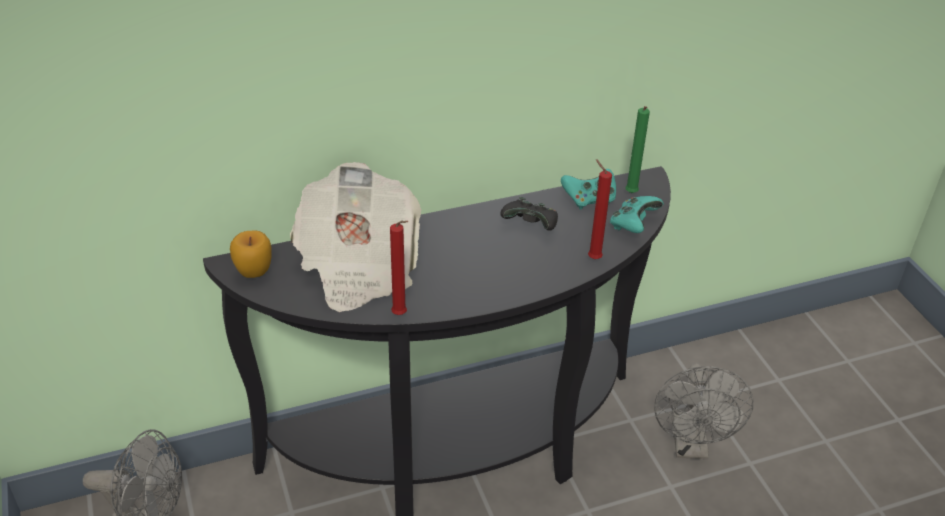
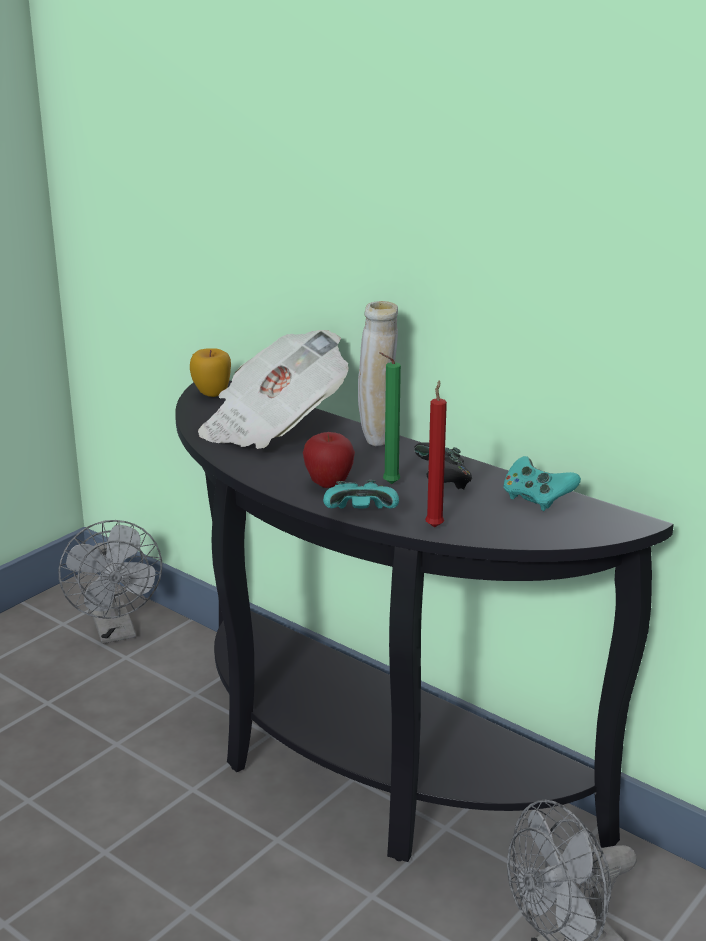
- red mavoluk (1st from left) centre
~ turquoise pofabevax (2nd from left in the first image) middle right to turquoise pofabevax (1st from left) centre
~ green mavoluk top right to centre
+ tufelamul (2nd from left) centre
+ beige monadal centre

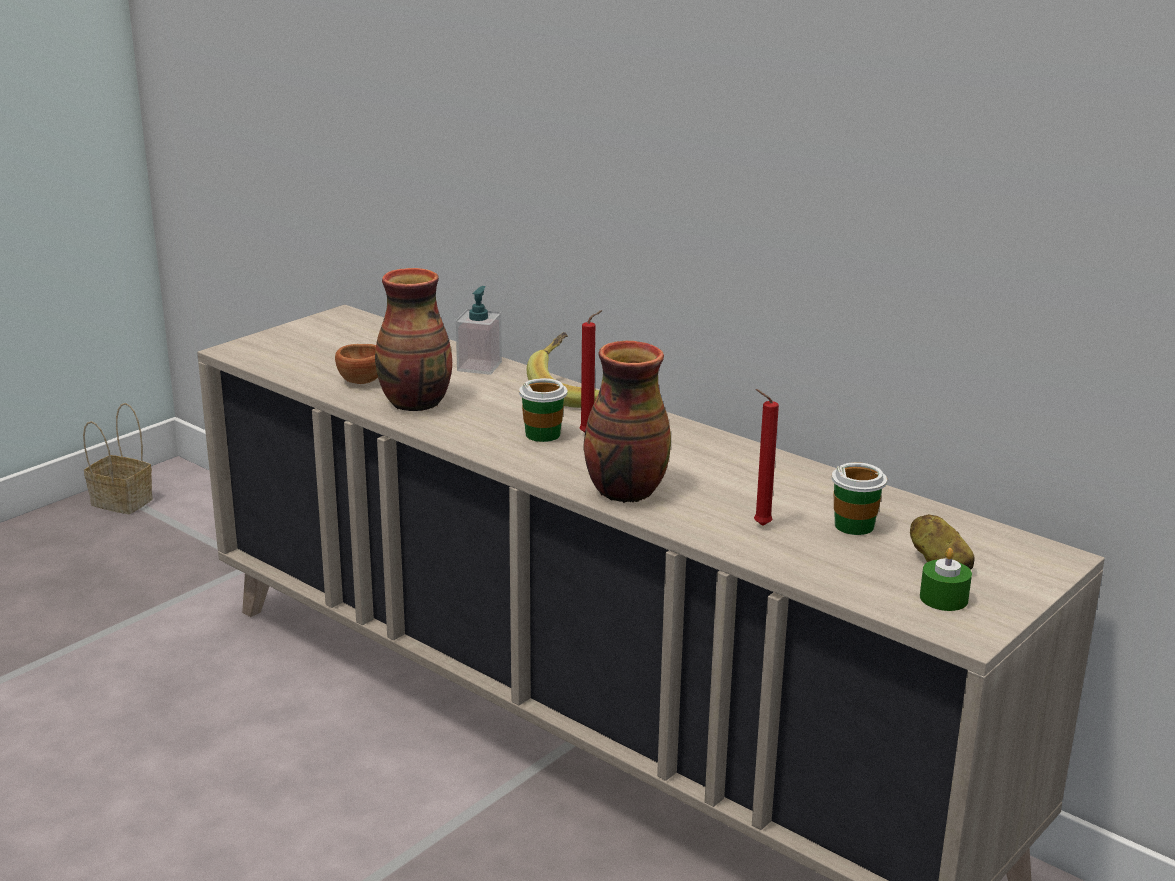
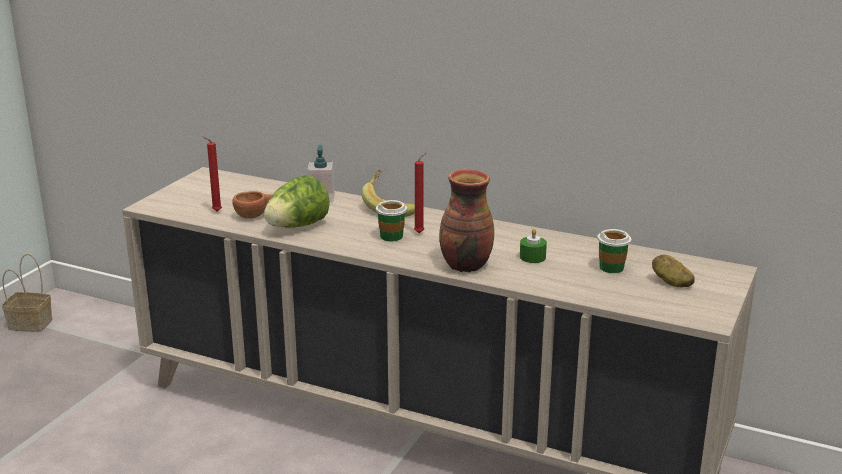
~ monadal (1st from left) centre to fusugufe centre
~ red mavoluk (2nd from left in the first image) centre to red mavoluk (1st from left) middle left
~ green mavoluk middle right to centre

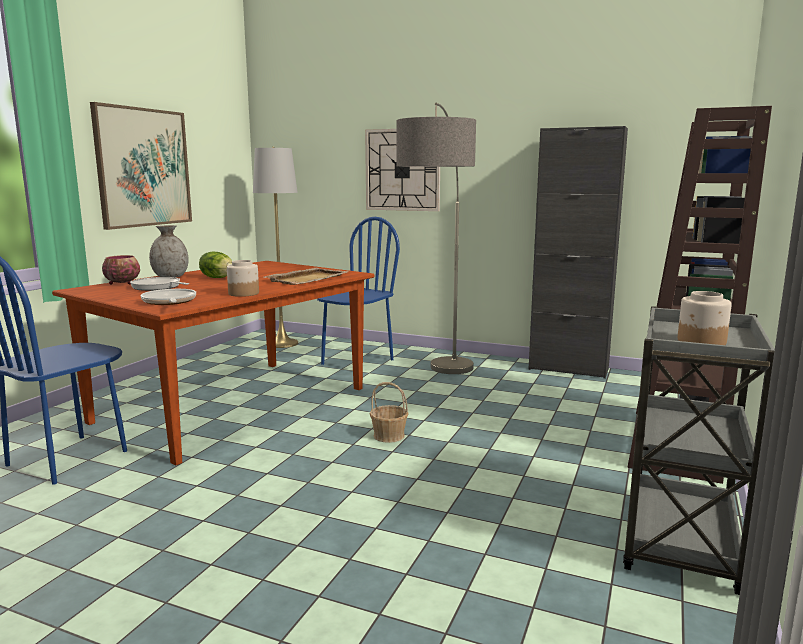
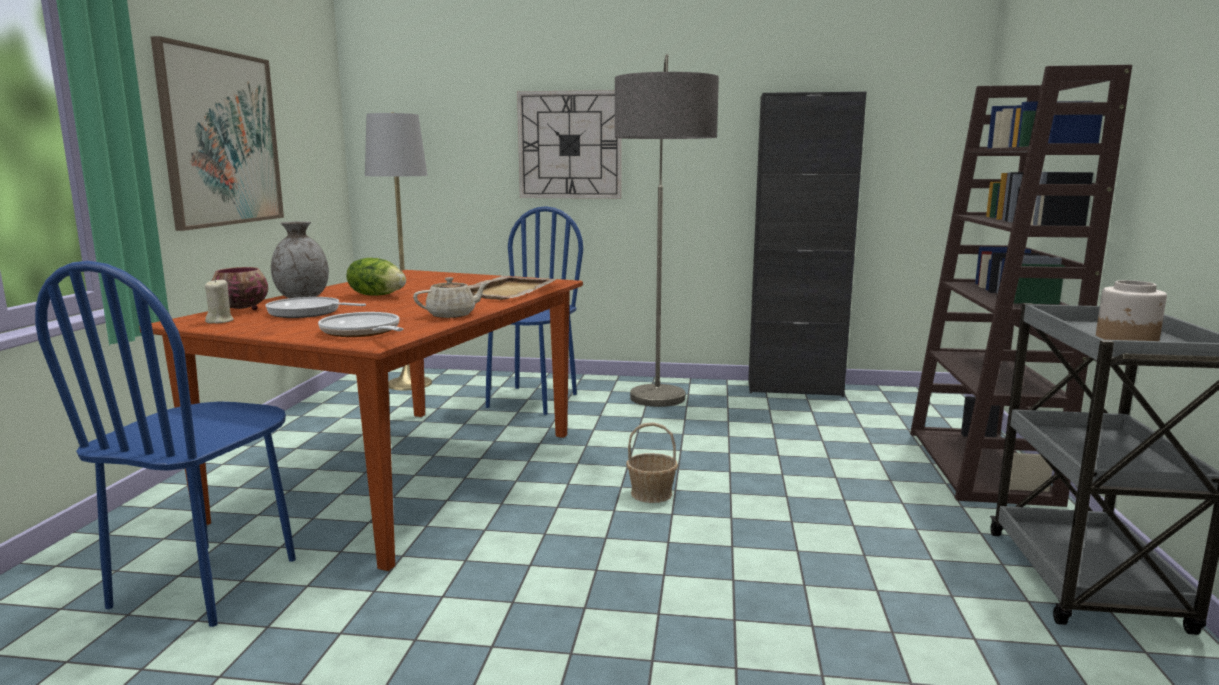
~ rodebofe (1st from left) middle left to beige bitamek centre
+ beige mavoluk middle left

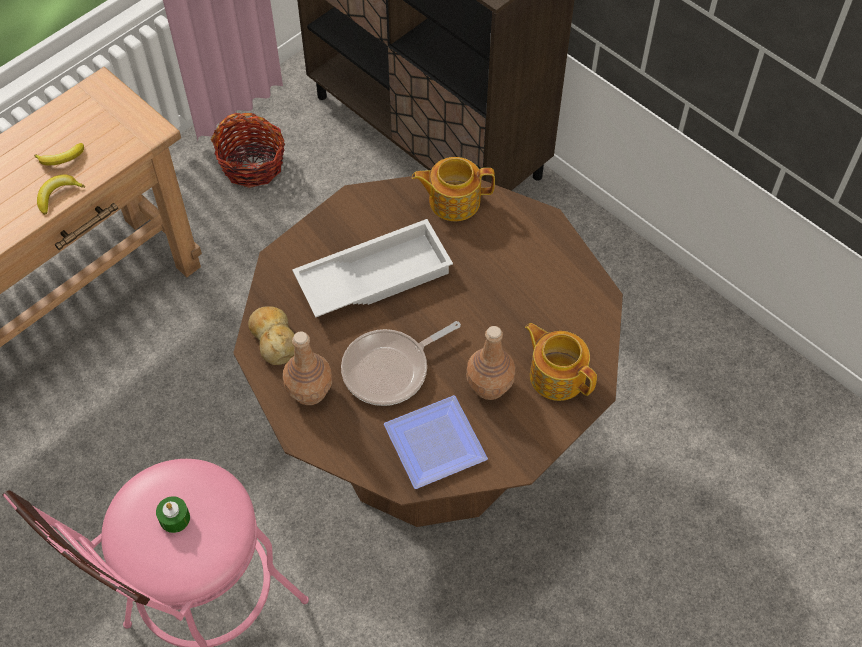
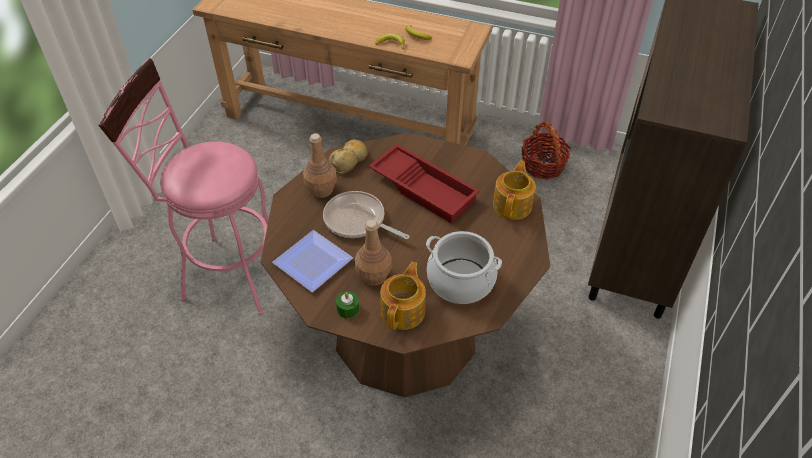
~ green mavoluk bottom left to centre
~ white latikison centre to red latikison centre
~ bitamek (1st from left in the first image) top centre = centre 45 degrees clockwise
+ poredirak centre

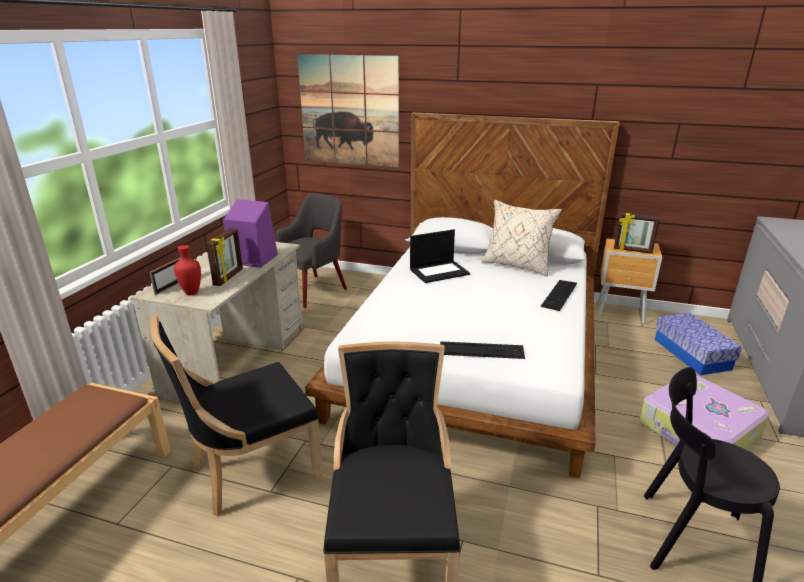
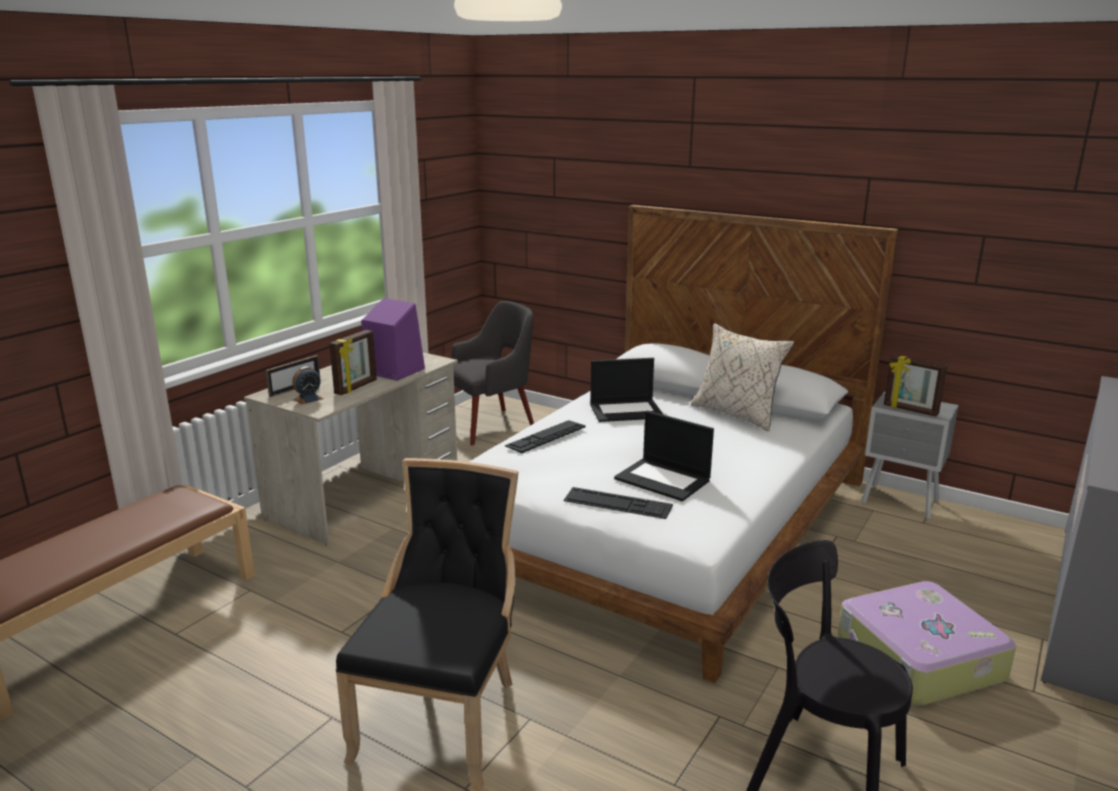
- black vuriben (1st from left) bottom left
~ red monadal middle left to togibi middle left
- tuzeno top centre
~ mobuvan (2nd from left in the first image) middle right to mobuvan (1st from left) centre
~ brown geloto middle right to grey geloto middle right
- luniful middle right
+ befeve (2nd from left) centre

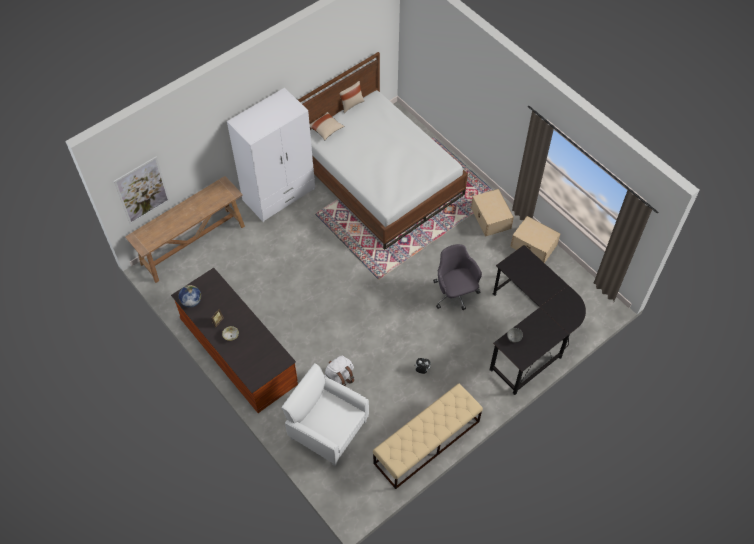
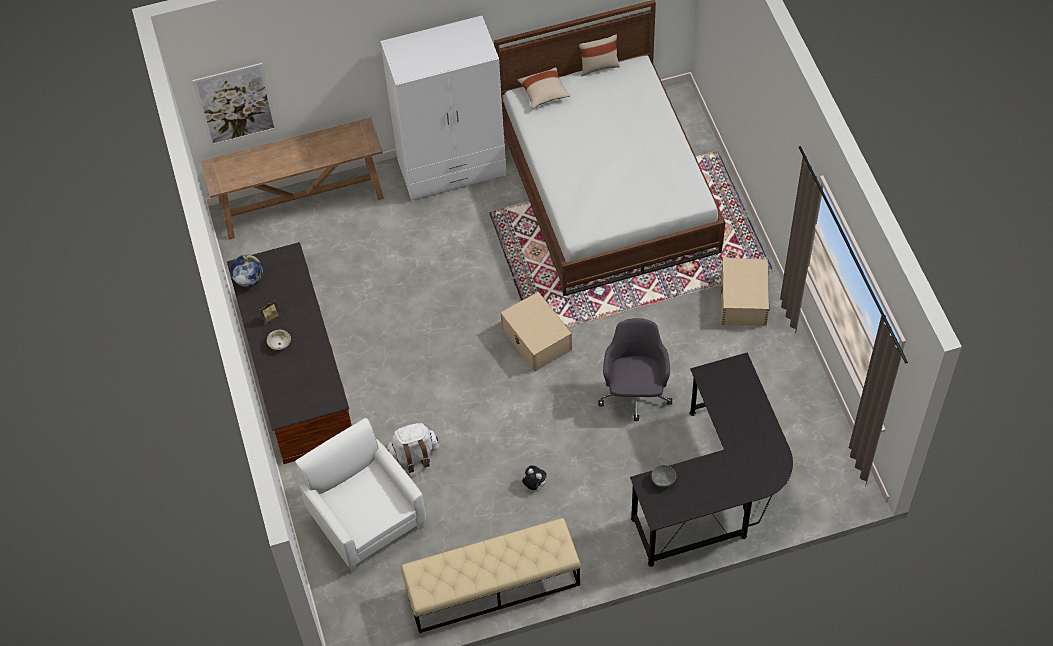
~ beige luniful (2nd from left in the first image) middle right to beige luniful (1st from left) centre

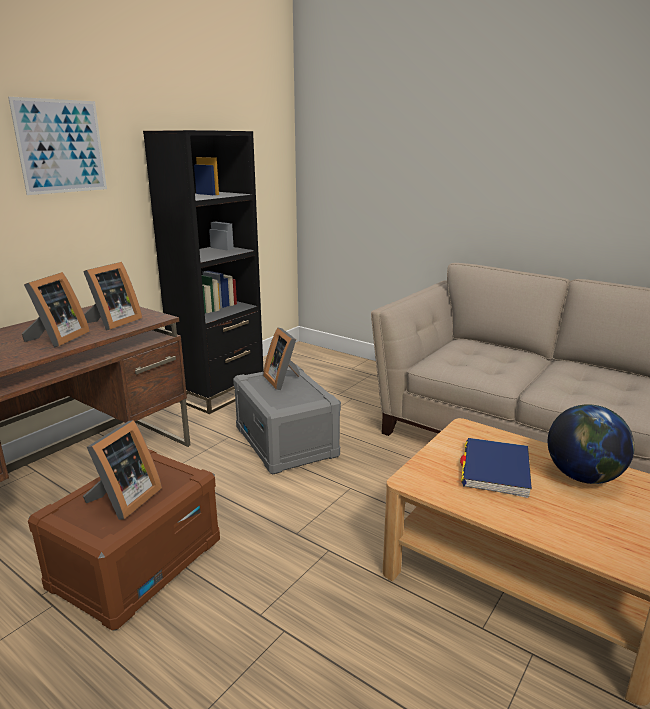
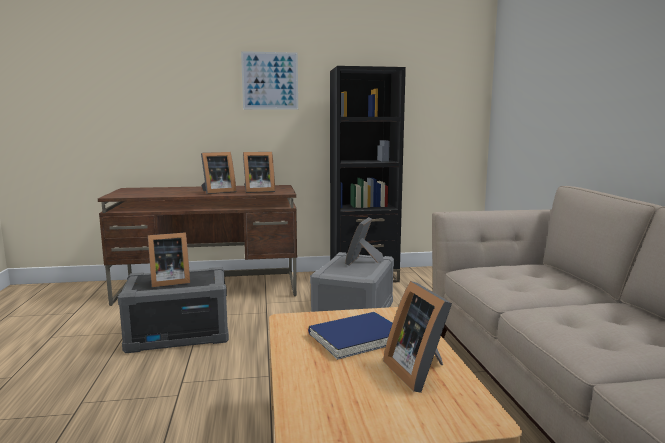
~ brown luniful bottom left to grey luniful (1st from left) bottom left
~ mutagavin middle right to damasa (5th from left) bottom centre

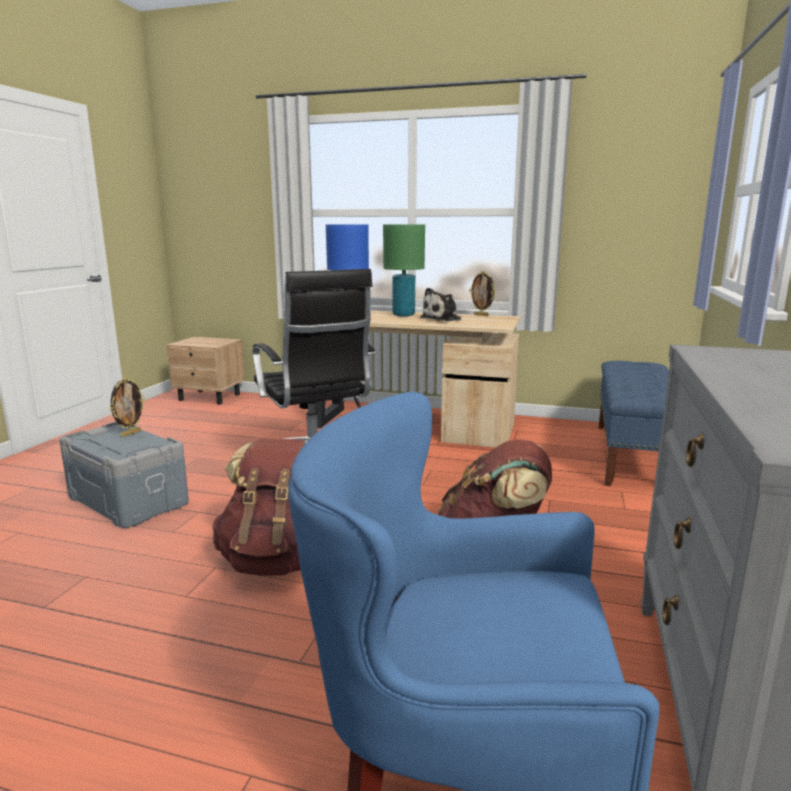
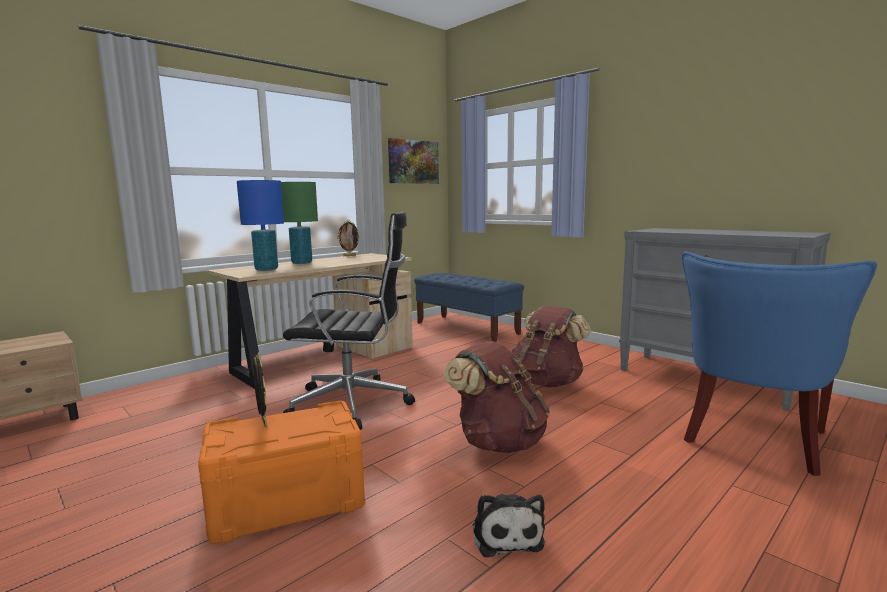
~ grey luniful middle left to orange luniful bottom left
~ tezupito centre to bottom centre
+ tuzeno top centre

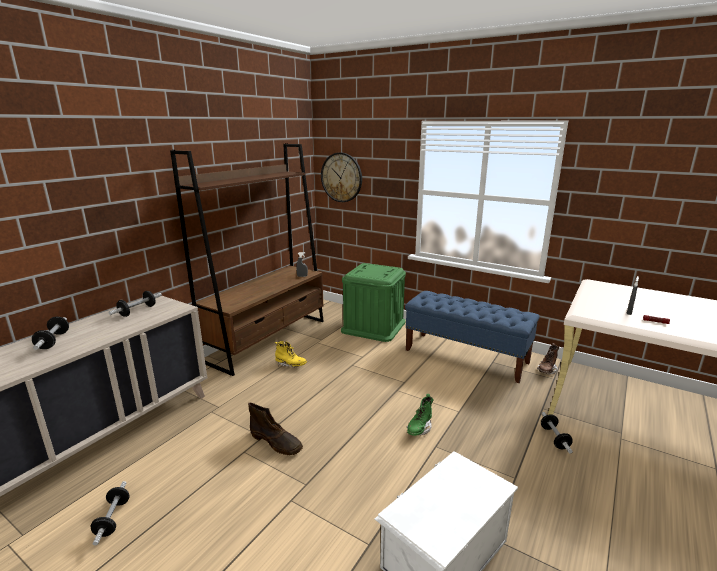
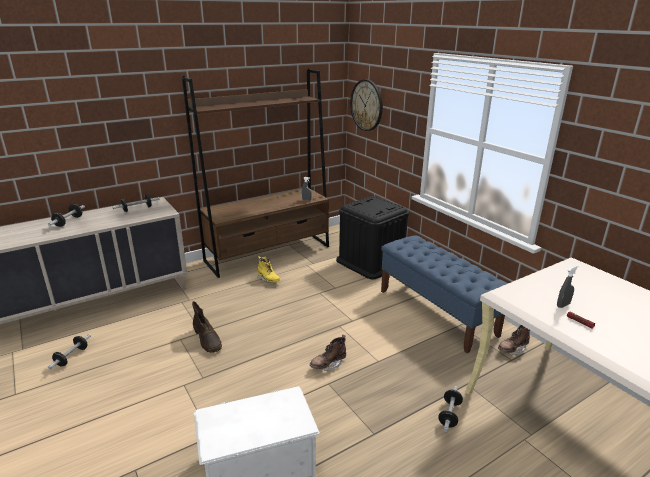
~ green luniful centre to black luniful centre
~ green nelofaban bottom centre to brown nelofaban (2nd from left) bottom centre

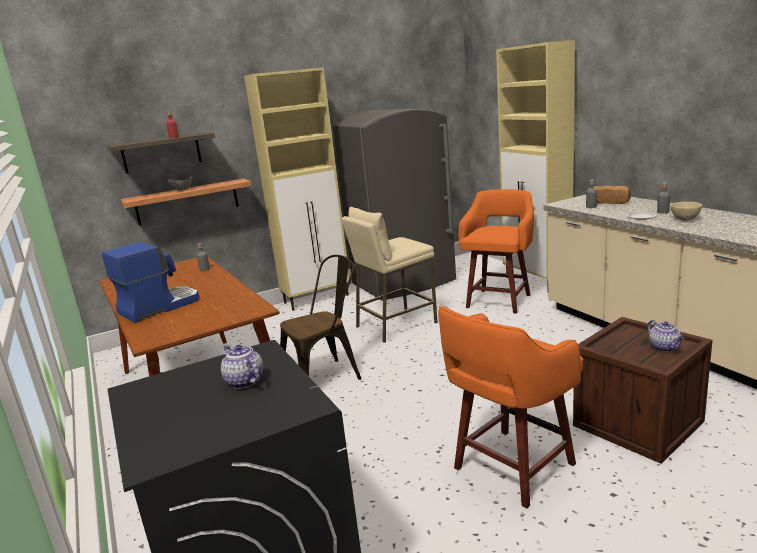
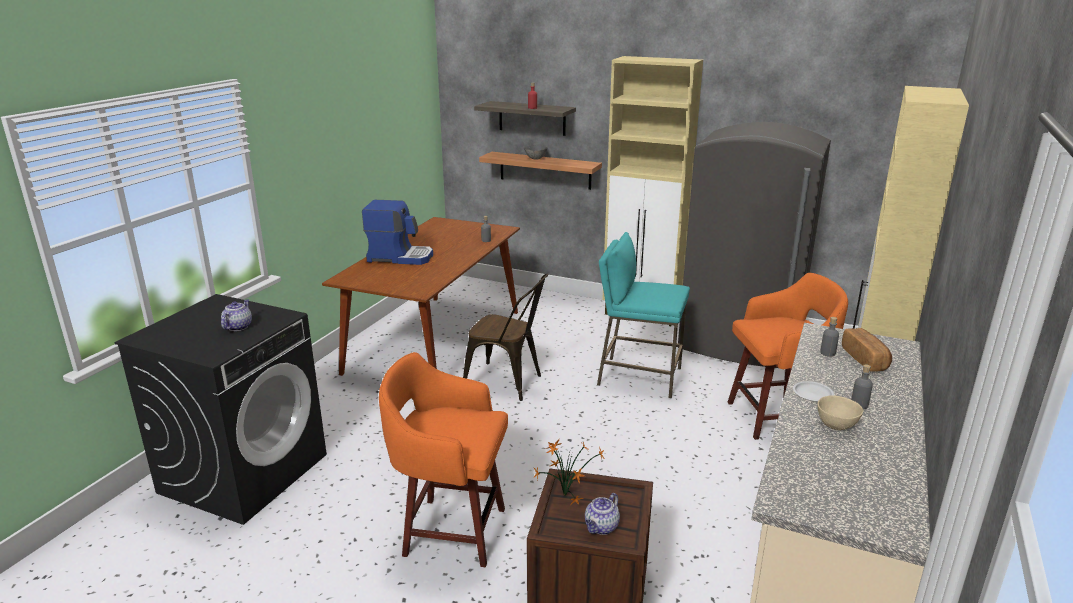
~ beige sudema centre to turquoise sudema centre
+ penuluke bottom centre

